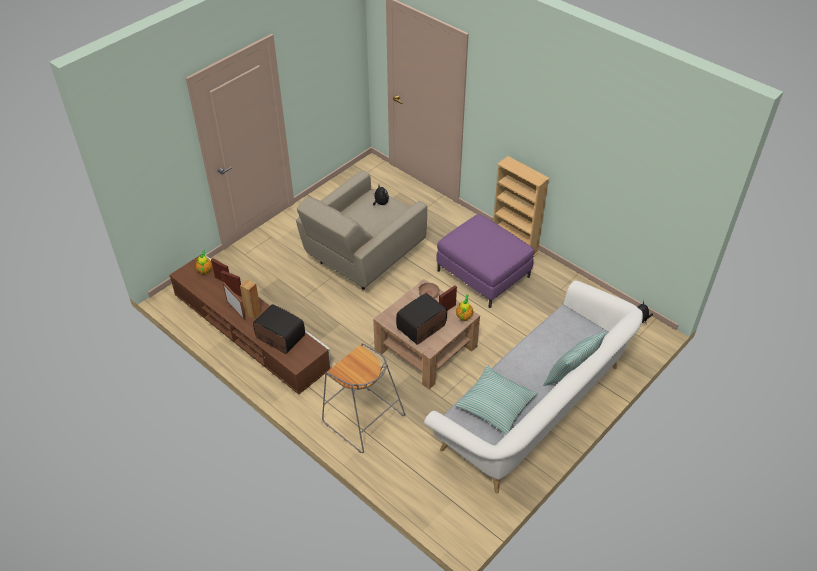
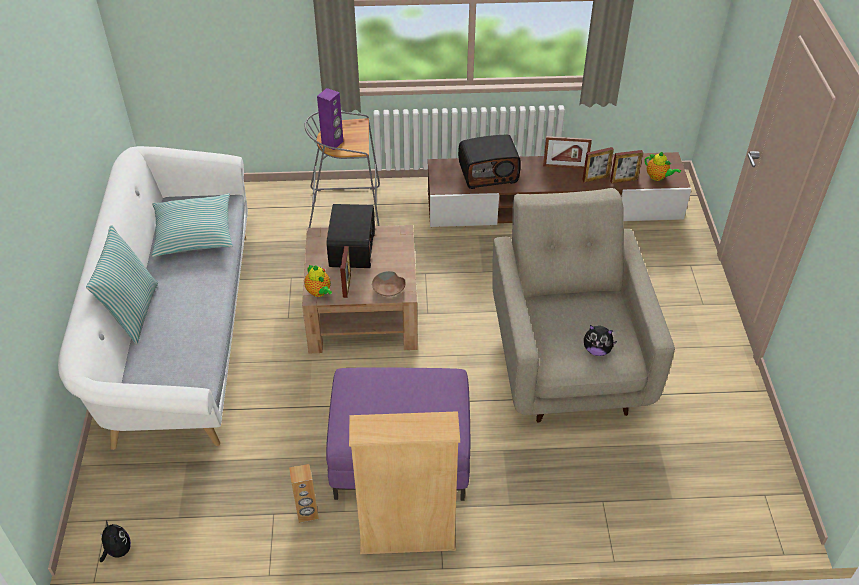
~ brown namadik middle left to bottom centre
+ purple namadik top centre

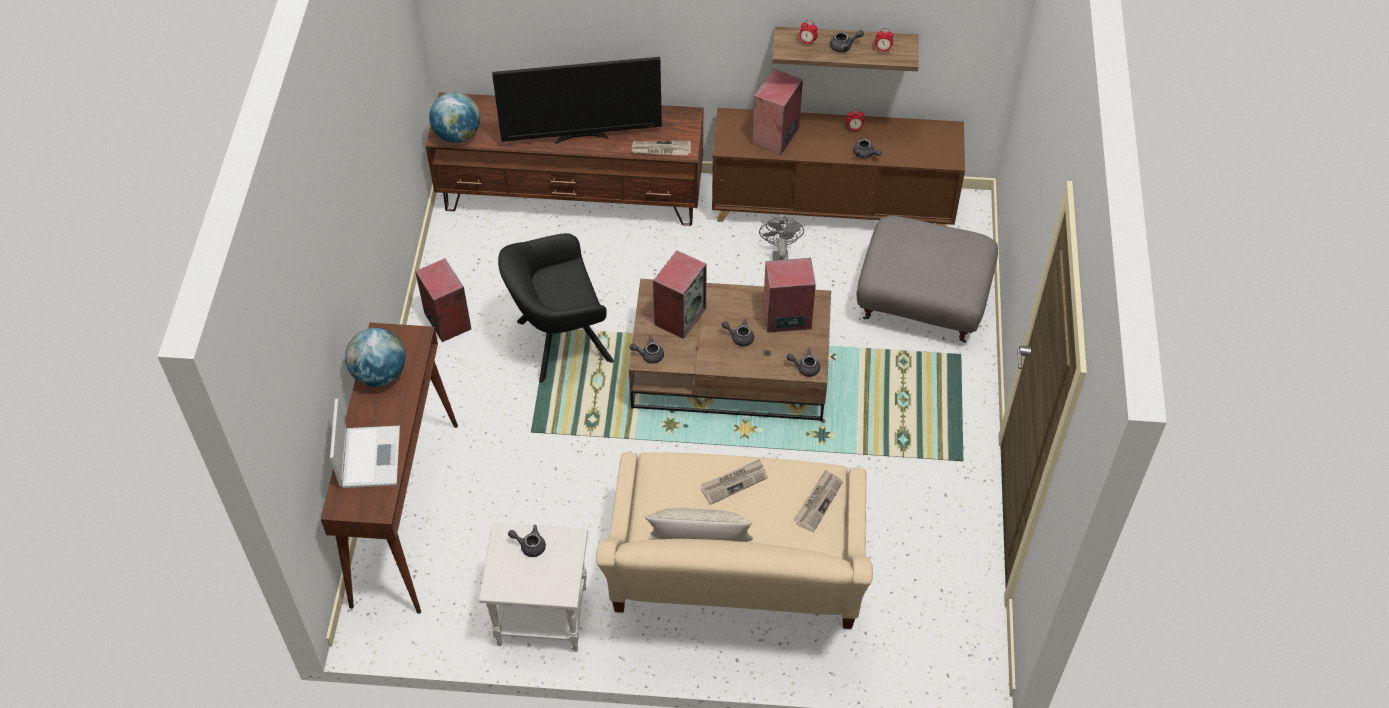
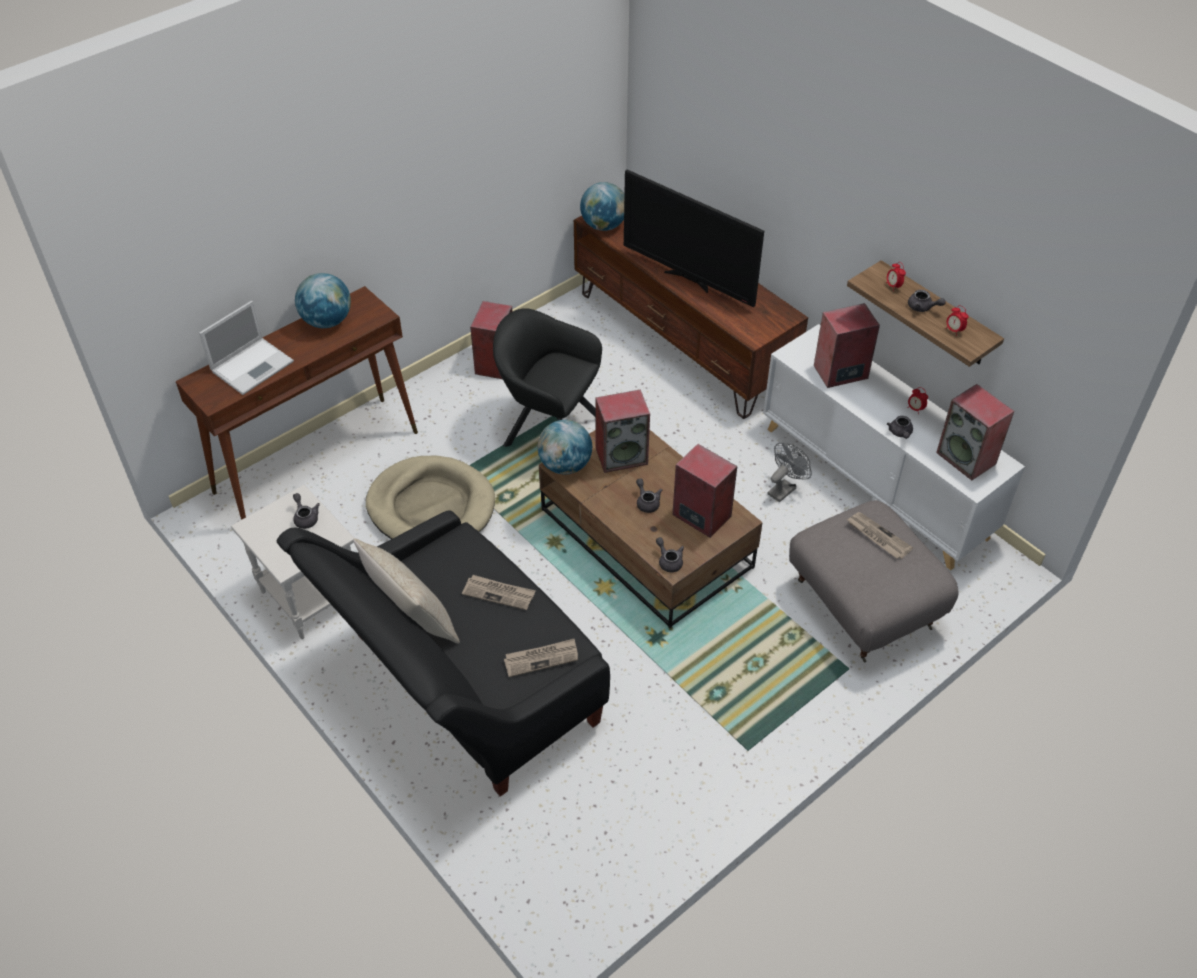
~ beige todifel bottom centre to black todifel bottom centre
~ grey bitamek (2nd from left) centre to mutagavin (2nd from left) centre
~ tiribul (1st from left in the first image) top centre to tiribul (3rd from left) middle right
~ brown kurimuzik top centre to white kurimuzik middle right
+ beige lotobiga centre
+ namadik (5th from left) middle right

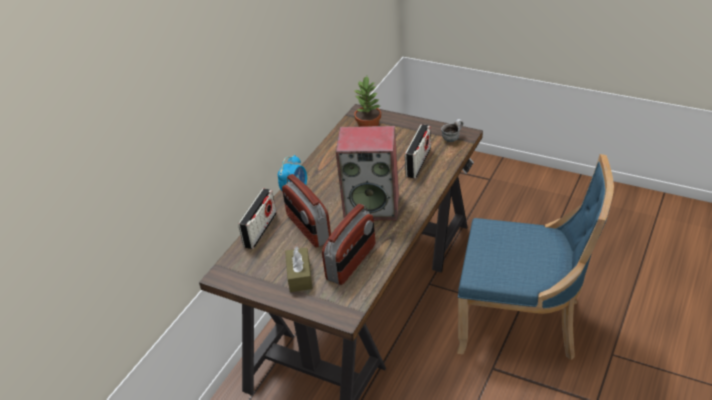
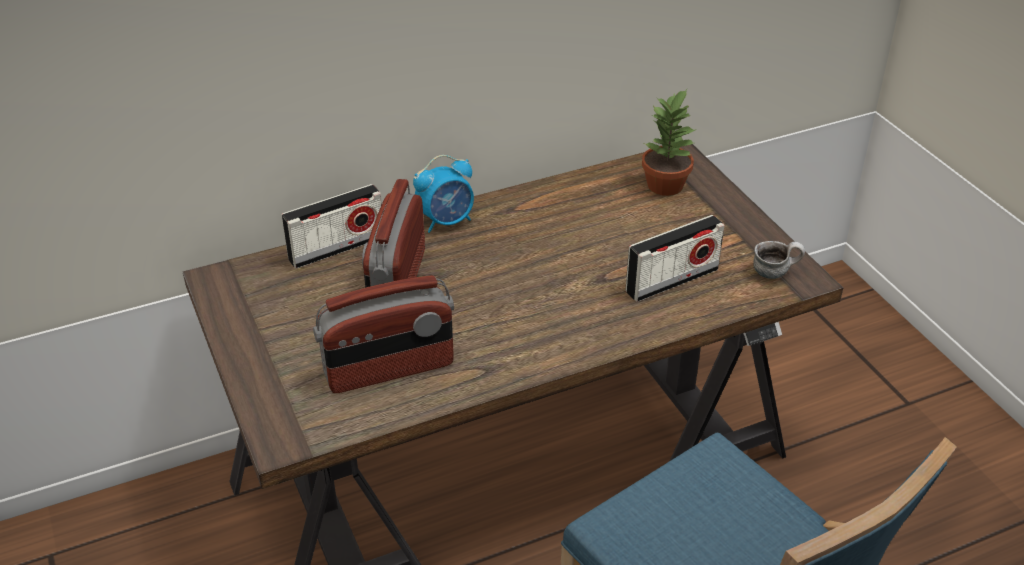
- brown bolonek bottom centre
- namadik centre

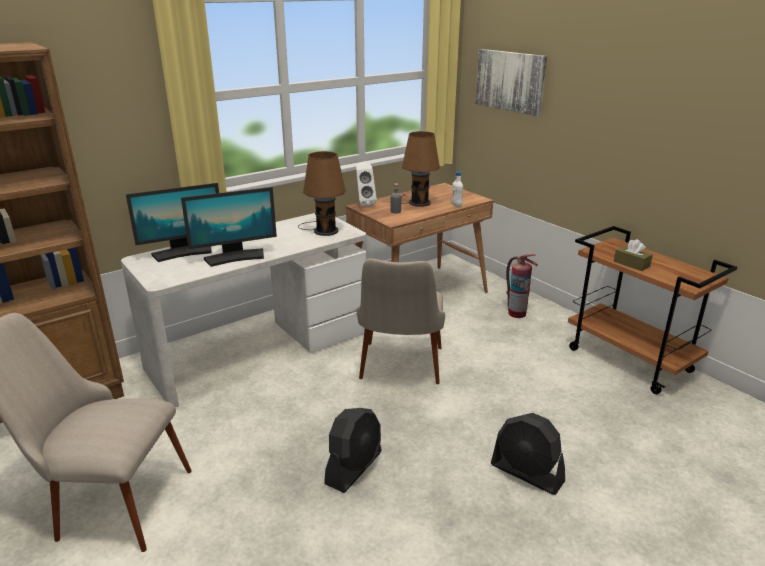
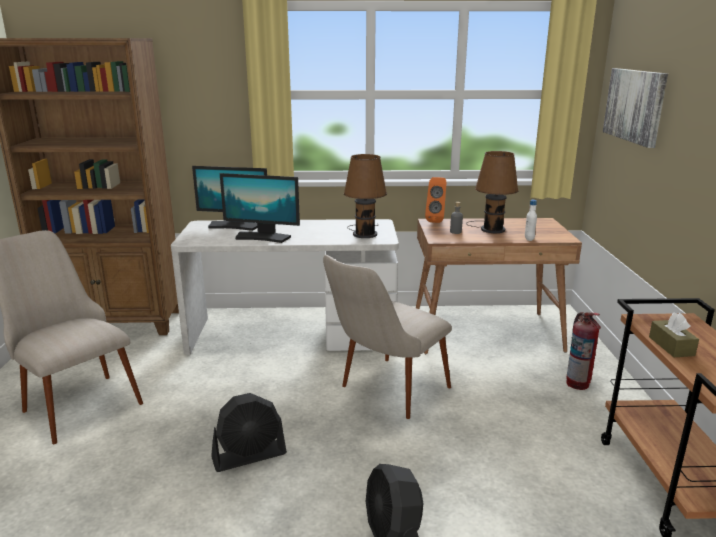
~ white namadik top centre to orange namadik centre

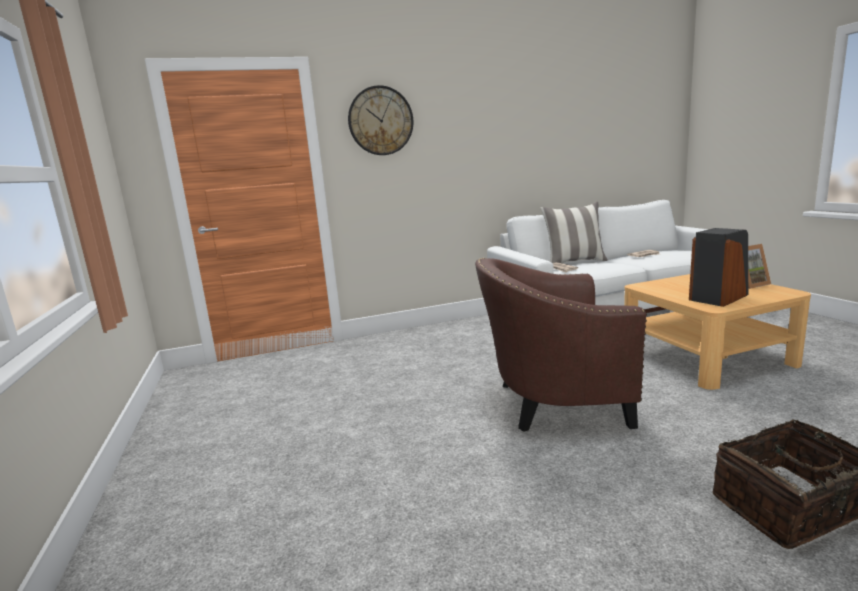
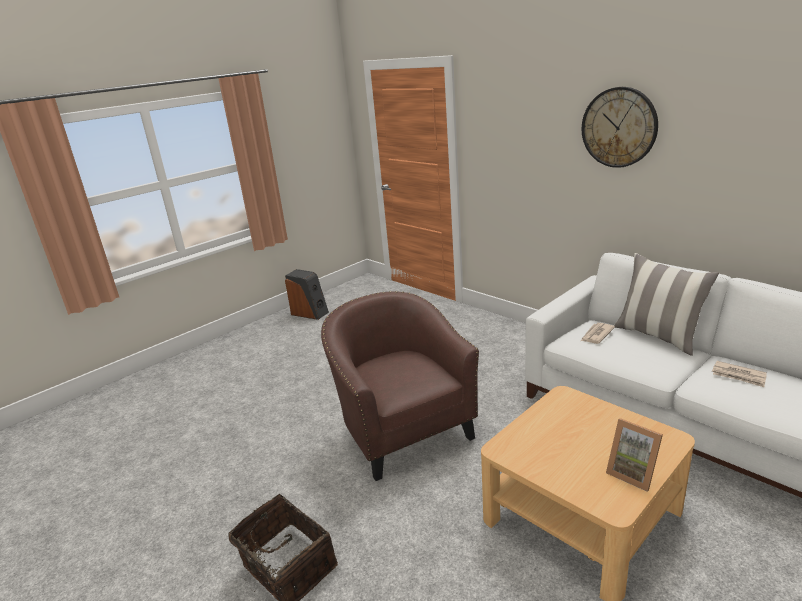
~ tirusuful top centre to top right
~ namadik middle right to centre

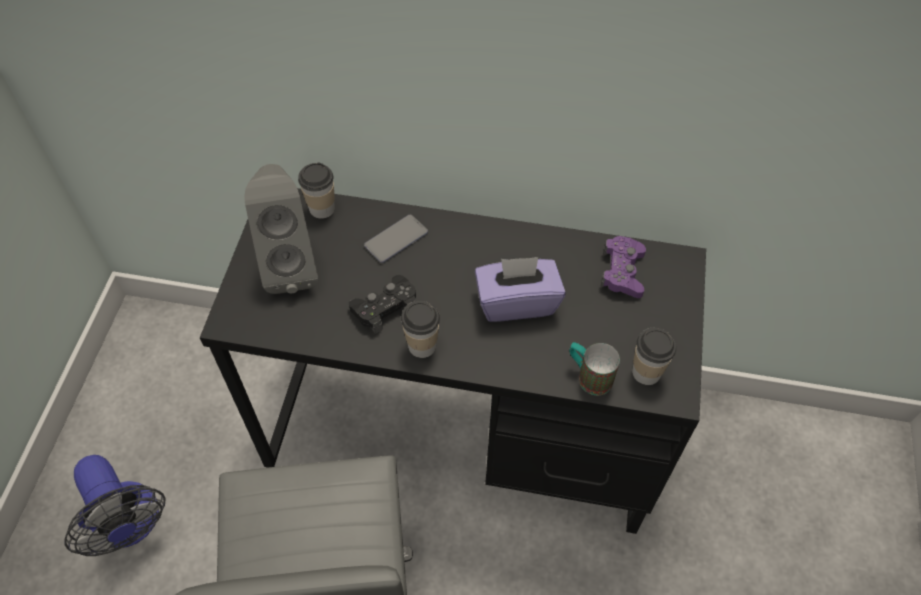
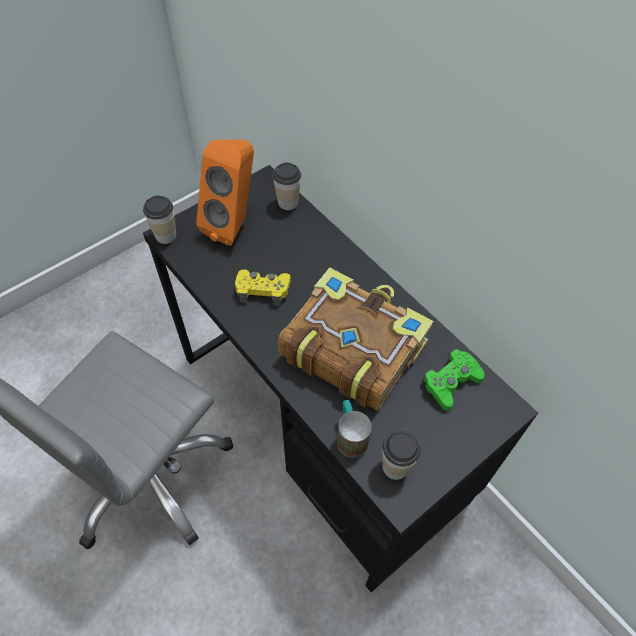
- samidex bottom left
~ grey namadik middle left to orange namadik top centre
~ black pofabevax centre to yellow pofabevax centre
- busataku centre
~ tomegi (2nd from left in the first image) centre to tomegi (1st from left) middle left
~ purple bolonek centre to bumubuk centre
~ purple pofabevax middle right to green pofabevax middle right

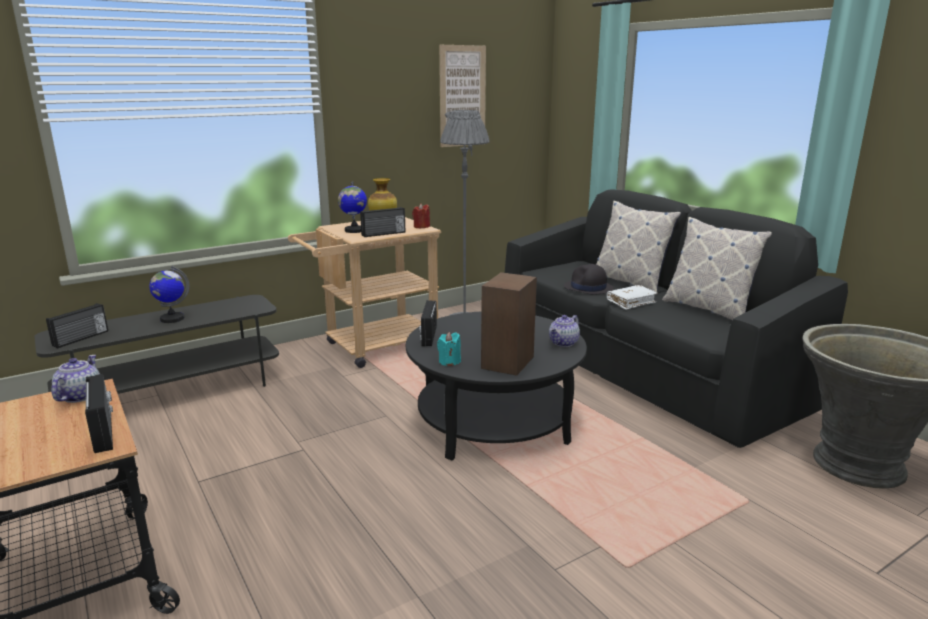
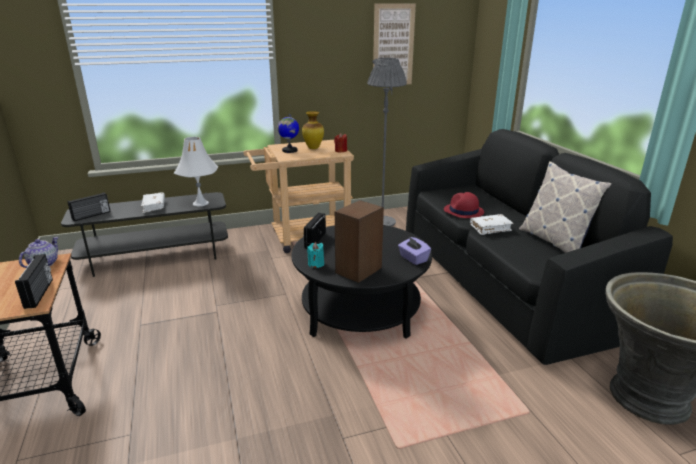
~ mutagavin (1st from left) middle left to white bumubuk (1st from left) middle left
- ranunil (3rd from left) centre
~ bitamek (2nd from left) centre to purple bolonek centre
~ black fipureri centre to red fipureri middle right
- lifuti (1st from left) middle right
+ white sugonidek middle left

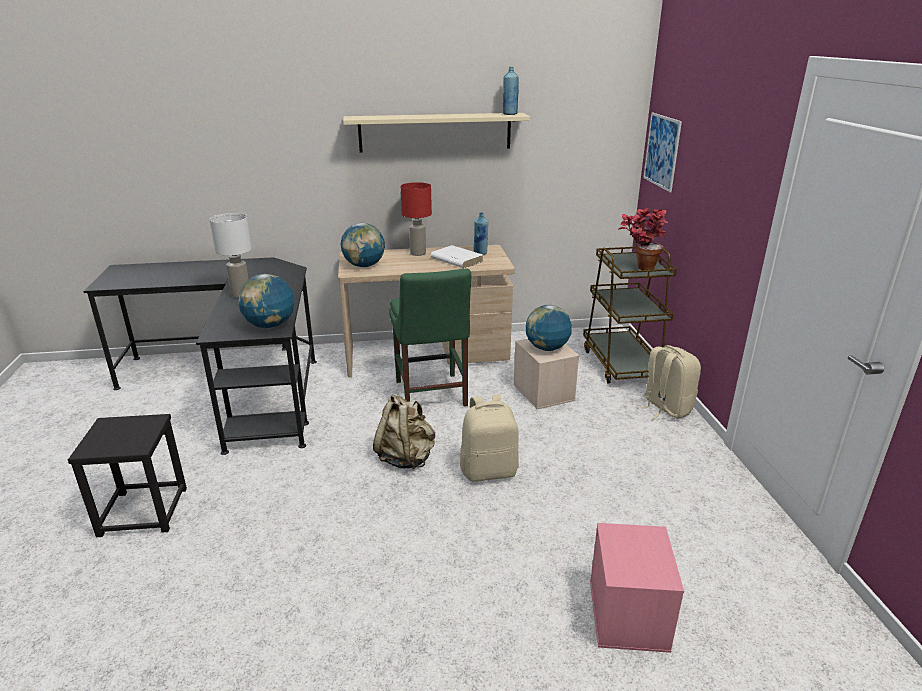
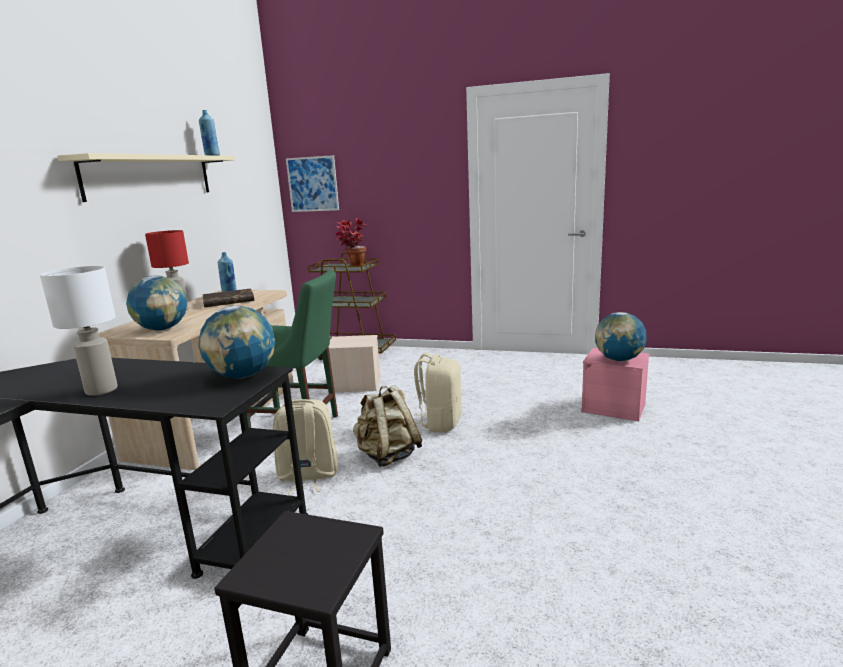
~ white bumubuk centre to brown bumubuk middle left
~ mutagavin (3rd from left) centre to middle right
~ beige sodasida (3rd from left in the first image) middle right to beige sodasida (1st from left) bottom centre

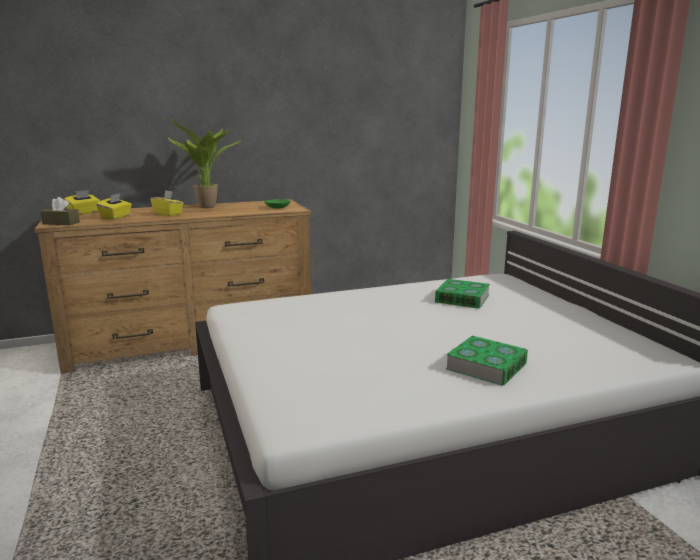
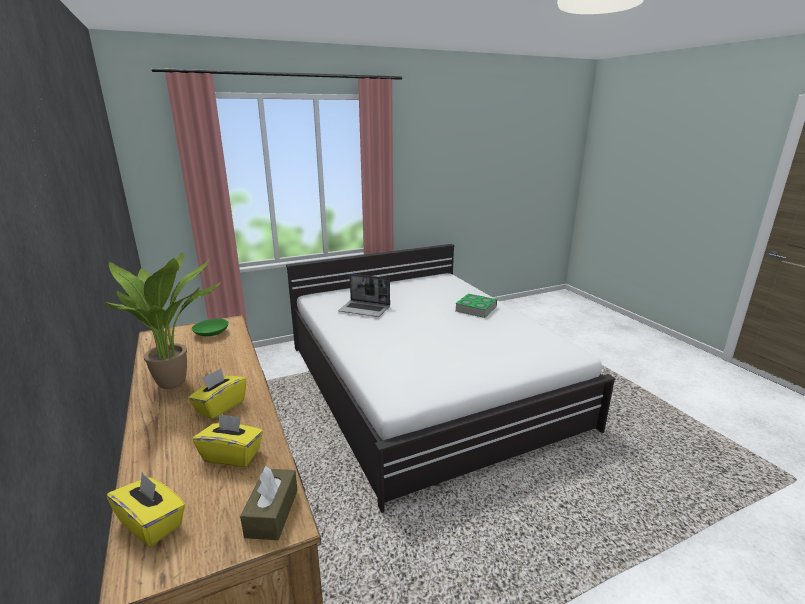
~ bumubuk (1st from left) centre to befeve centre

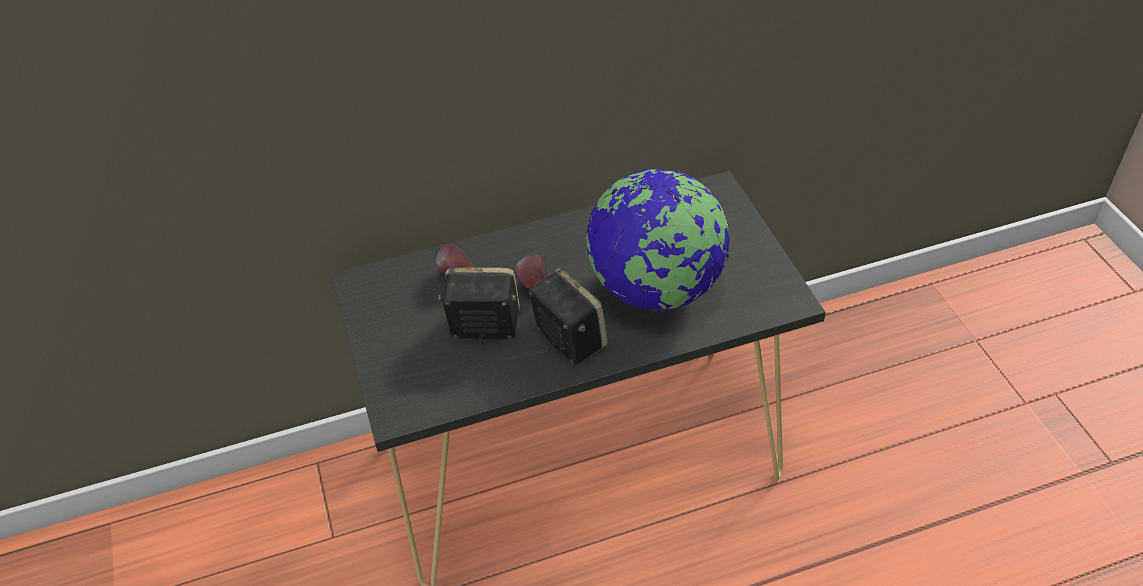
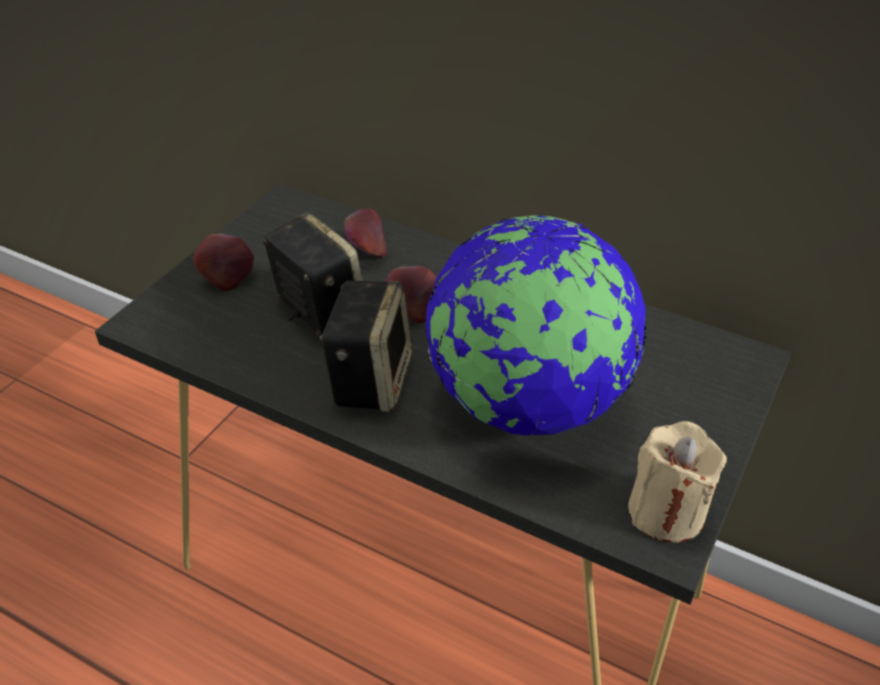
+ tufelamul (1st from left) middle left
+ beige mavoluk bottom right

